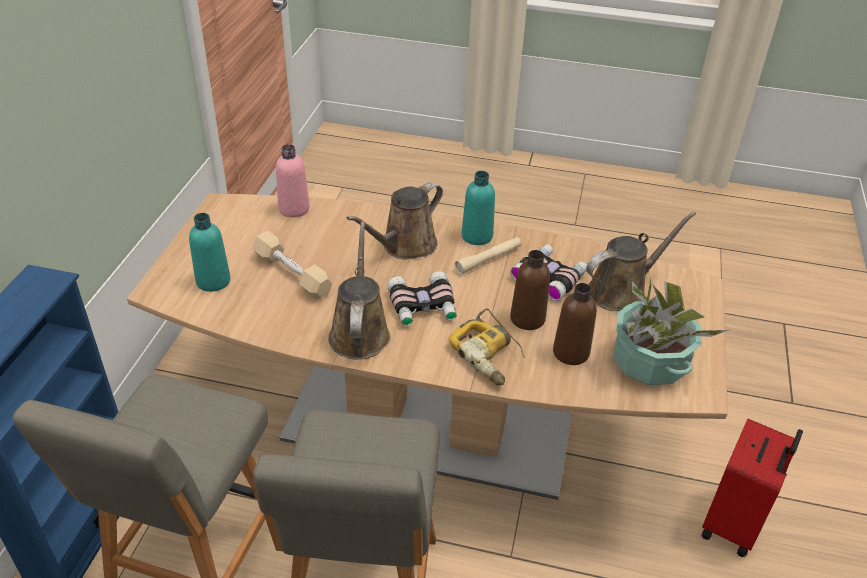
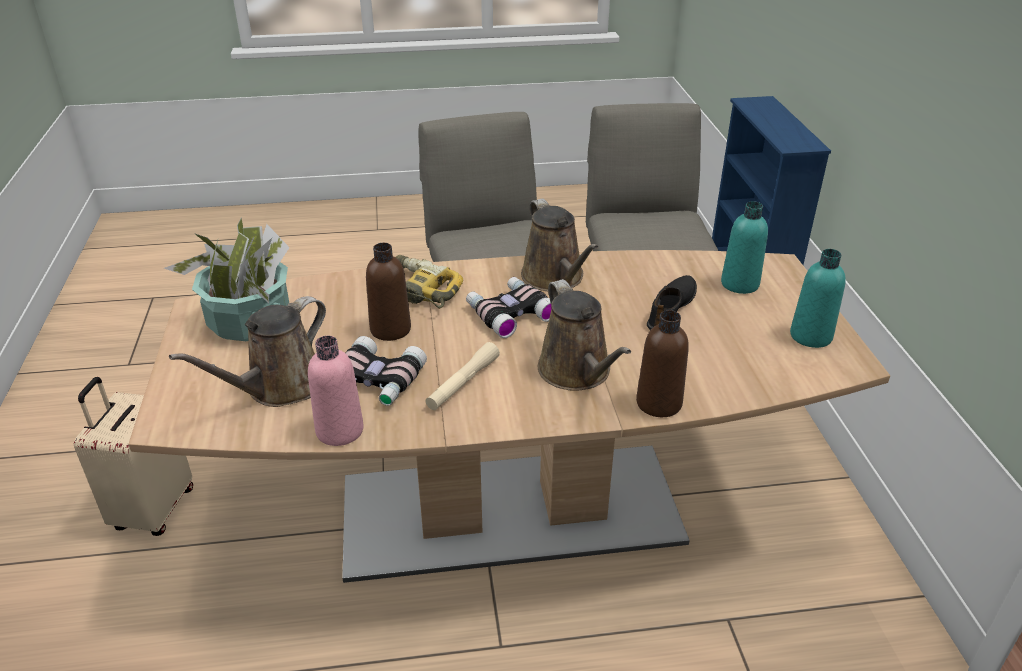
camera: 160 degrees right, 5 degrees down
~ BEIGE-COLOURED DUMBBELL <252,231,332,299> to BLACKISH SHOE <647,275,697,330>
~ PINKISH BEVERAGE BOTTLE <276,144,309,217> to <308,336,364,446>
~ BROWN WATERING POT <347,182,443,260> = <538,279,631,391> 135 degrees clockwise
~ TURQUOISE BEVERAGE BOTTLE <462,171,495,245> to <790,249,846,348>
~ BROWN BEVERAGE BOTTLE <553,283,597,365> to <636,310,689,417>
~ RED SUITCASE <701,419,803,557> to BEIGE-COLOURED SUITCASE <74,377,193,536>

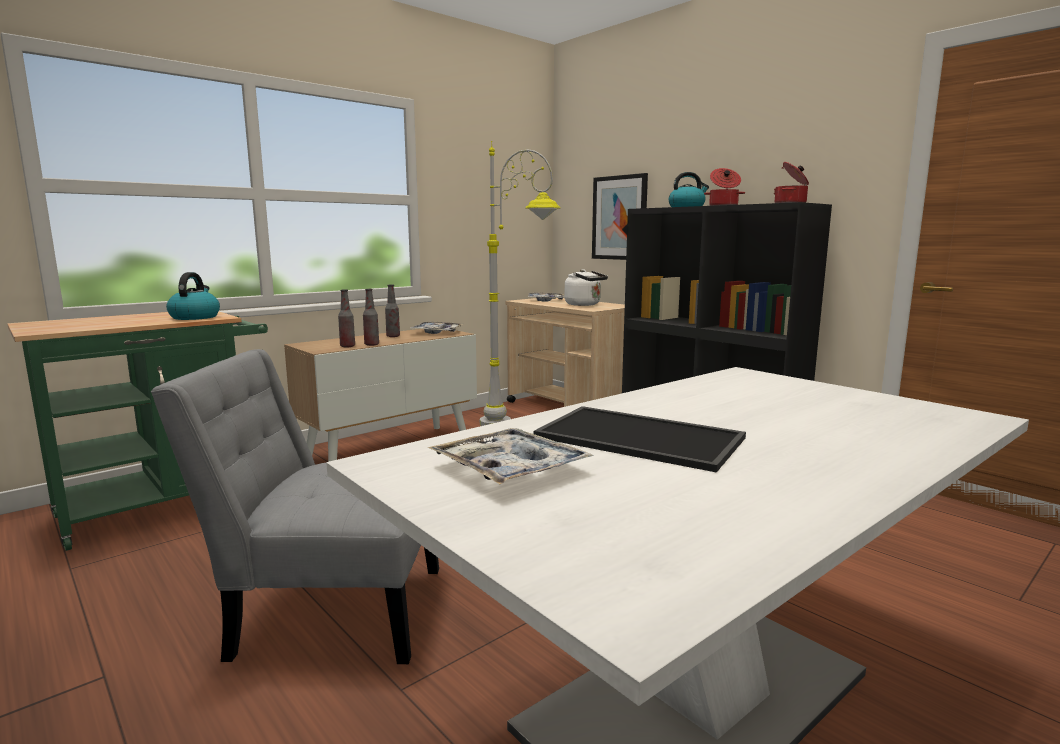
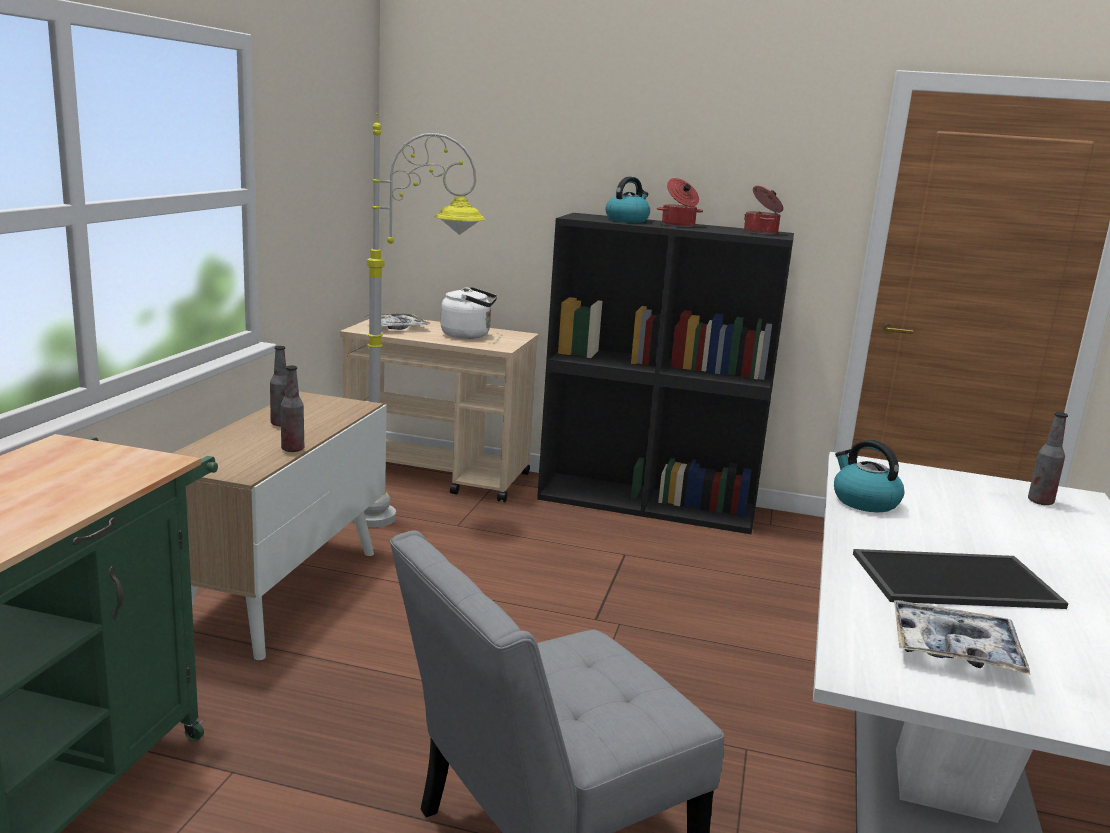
camera: 35 degrees left, 5 degrees up
~ WATER KETTLE <166,272,220,320> to <834,440,904,512>
~ BEVERAGE BOTTLE <338,289,355,348> to <1028,412,1068,505>
- TRAY <410,322,462,334>
- WALL PICTURE <592,173,648,260>

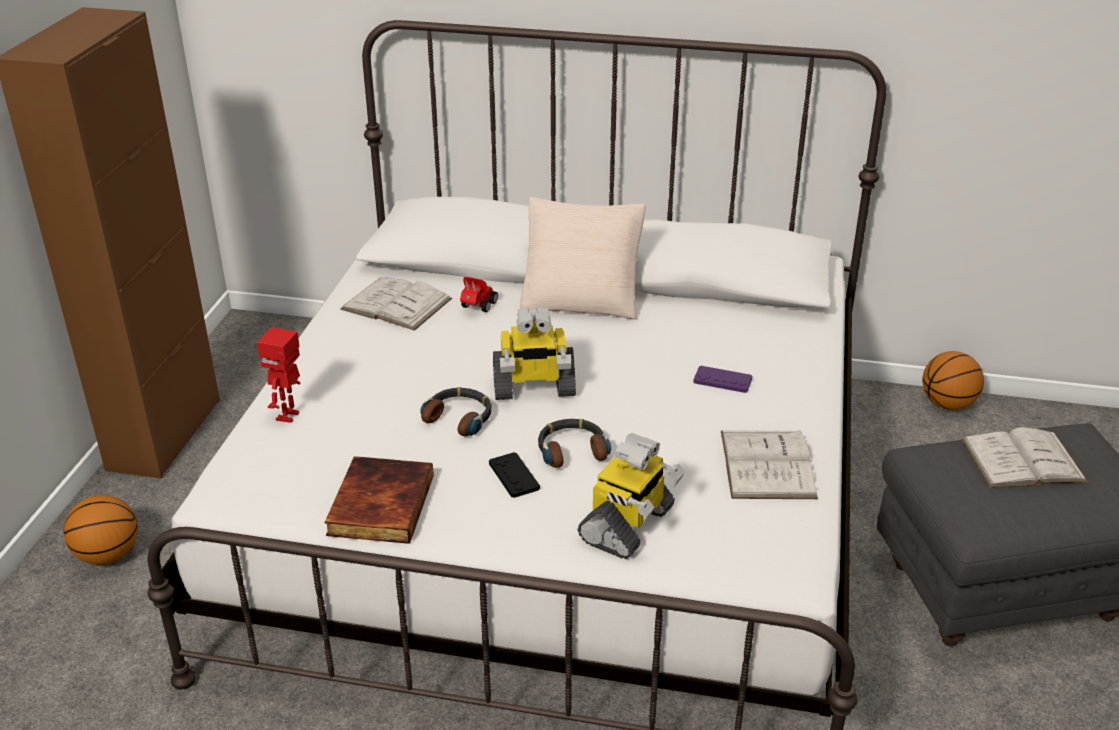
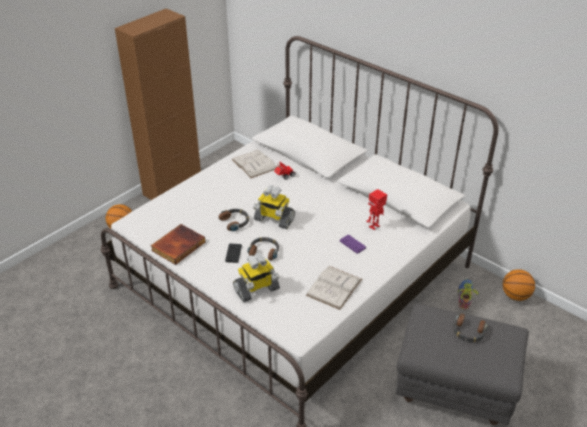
camera: 30 degrees right, 5 degrees up
~ ROBOT FIGURE <257,327,300,423> to <366,189,387,230>
- BEIGE-COLOURED THROW PILLOW <520,197,646,319>
~ WHITE-COLOURED BOOK <961,427,1089,488> to HEADSET <453,313,488,342>
+ SHOE <458,279,478,309>

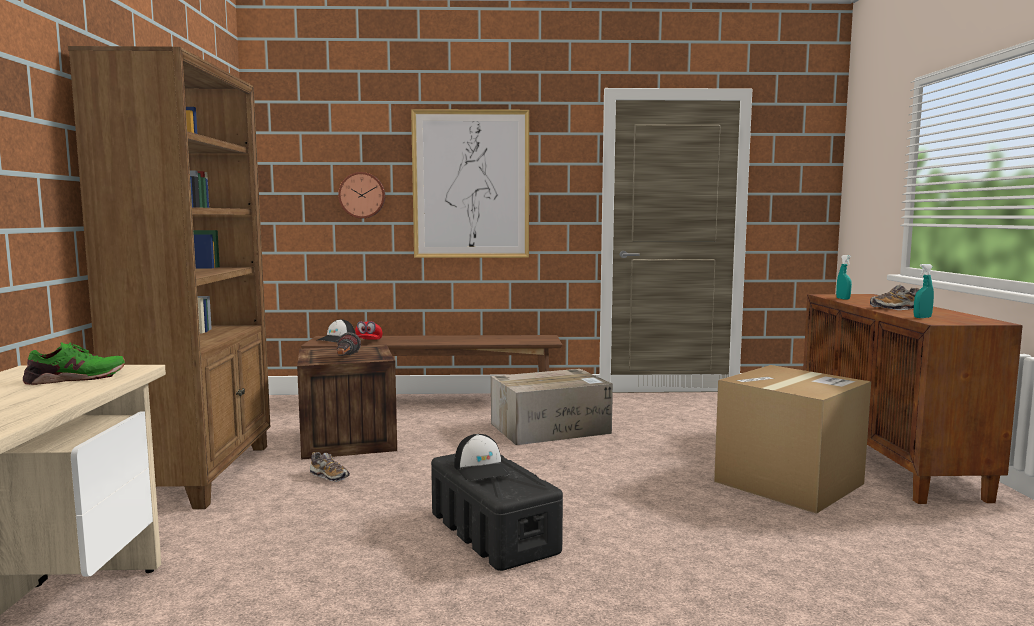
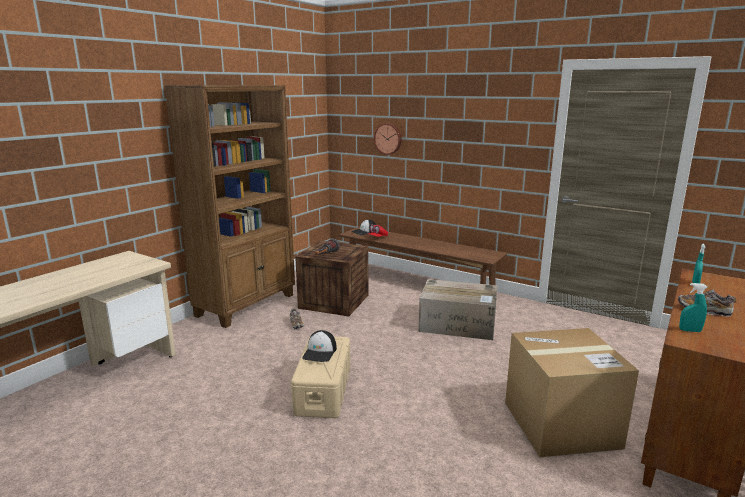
camera: 35 degrees right, 10 degrees up
- GREEN-COLOURED SHOE <23,342,125,385>
- WALL PICTURE <411,109,529,258>
~ BLACKISH STORAGE BOX <431,454,563,571> to BEIGE-COLOURED STORAGE BOX <291,337,350,418>

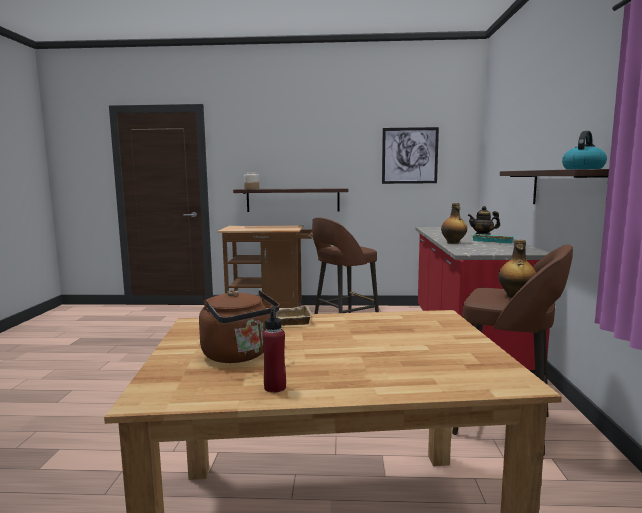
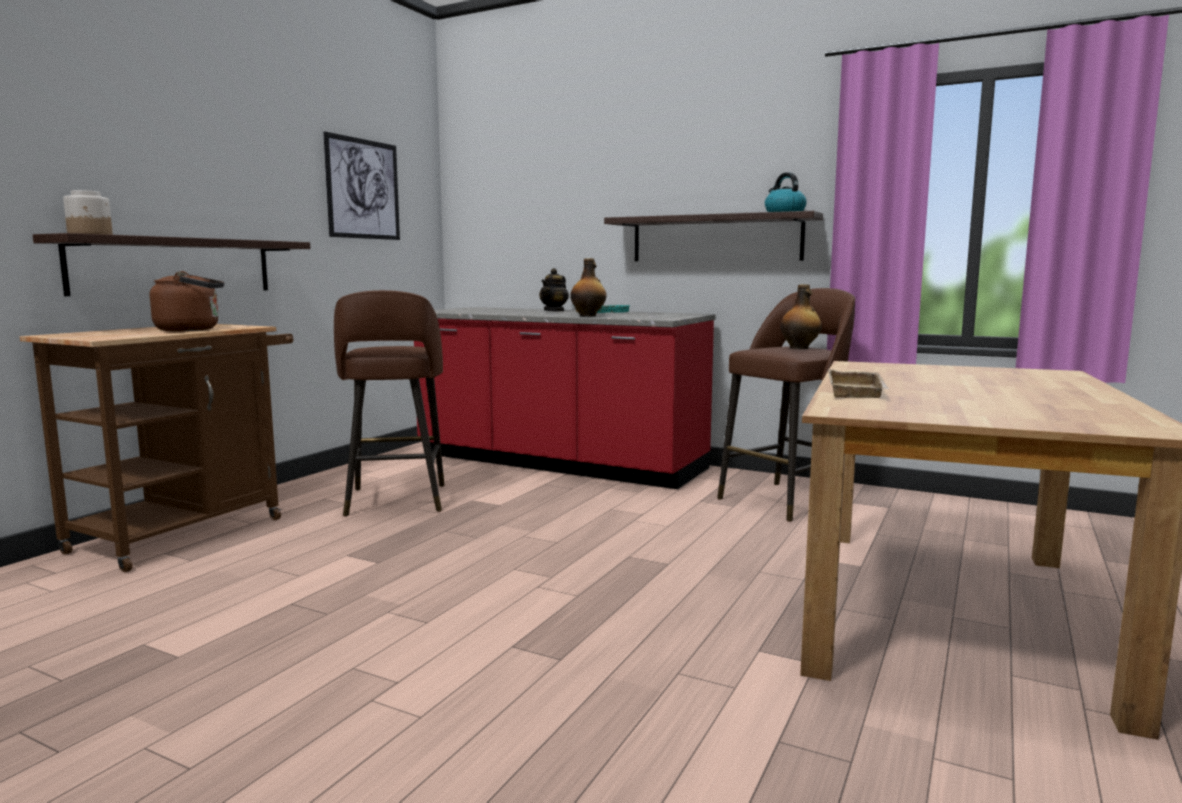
camera: 65 degrees left, 0 degrees up
~ BROWN WATER KETTLE <199,290,280,363> to <149,271,224,331>
- RED BEVERAGE BOTTLE <263,307,286,393>

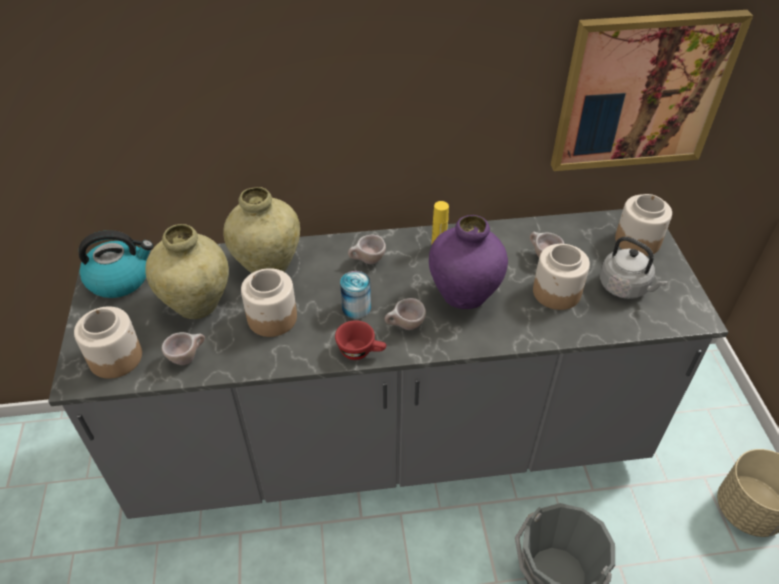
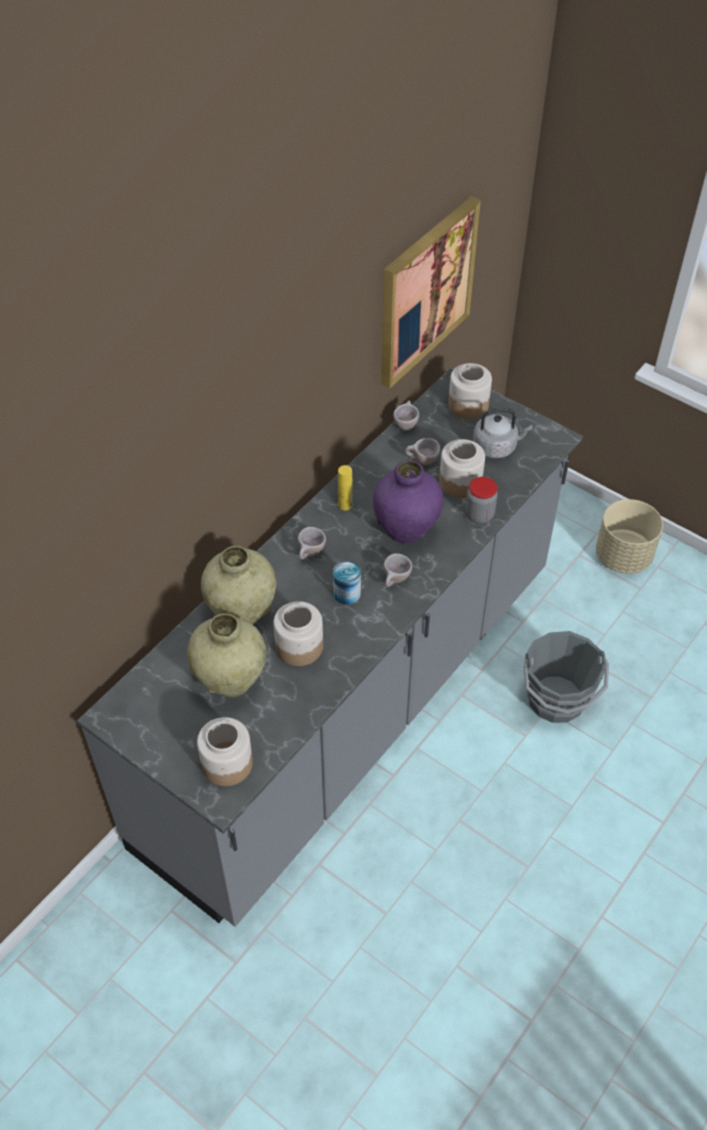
camera: 45 degrees left, 5 degrees up
- WATER KETTLE <79,230,153,298>
~ BEIGE-COLOURED CUP <162,332,205,365> to <393,400,419,430>
- RED CUP <335,320,386,360>
+ STORAGE JAR <466,477,498,524>

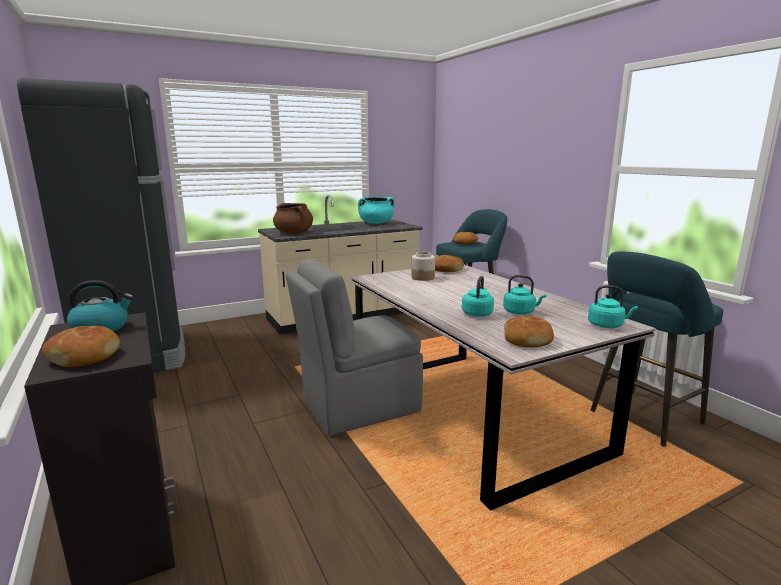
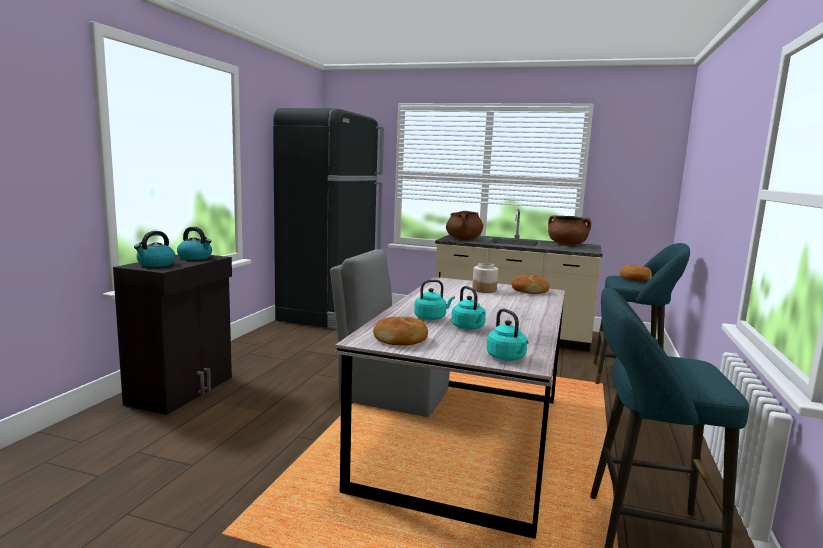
camera: 45 degrees right, 5 degrees down
~ BREAD <42,326,120,367> to WATER KETTLE <134,231,176,267>
~ TURQUOISE COOKING POT <358,197,395,224> to BROWN COOKING POT <548,215,591,245>

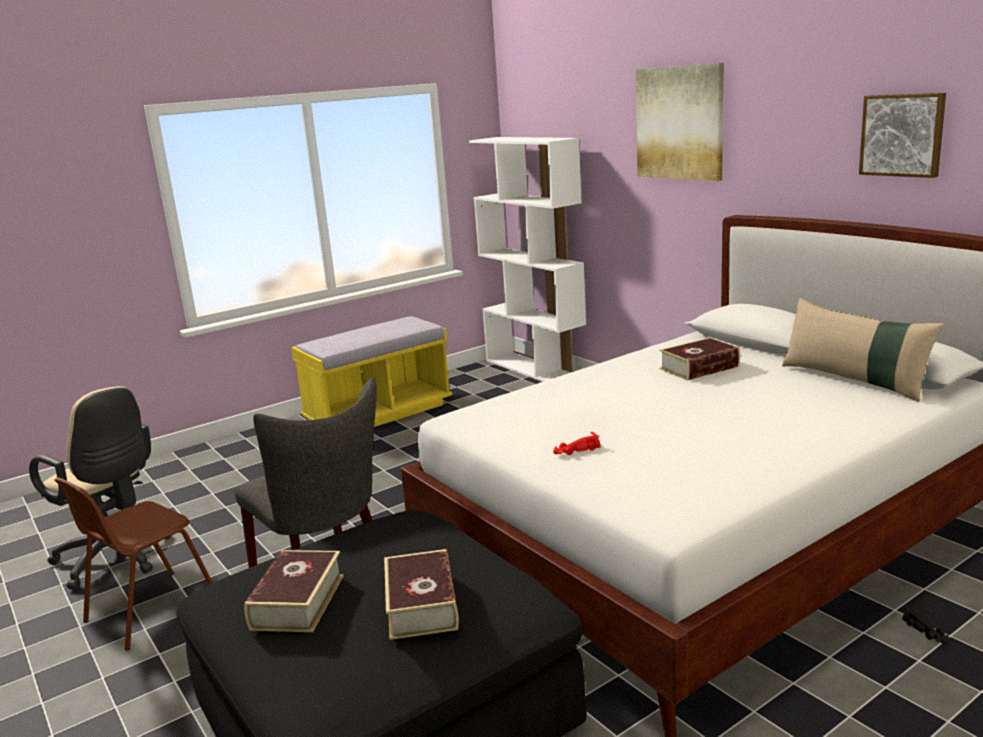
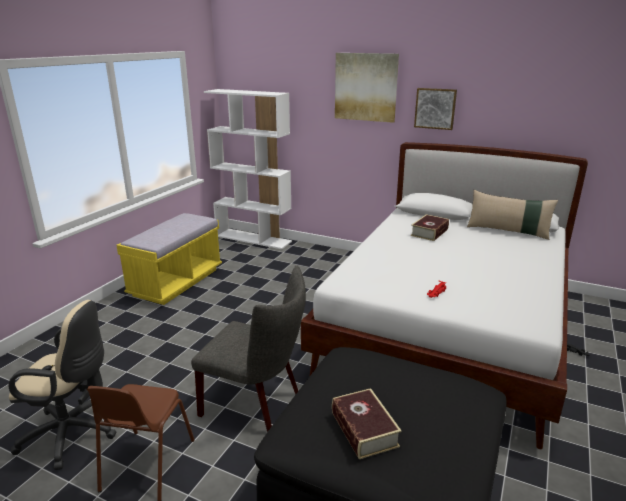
camera: 30 degrees left, 5 degrees up
- BOOK <384,549,459,640>
~ WALL PICTURE <859,93,946,178> to <414,88,457,130>

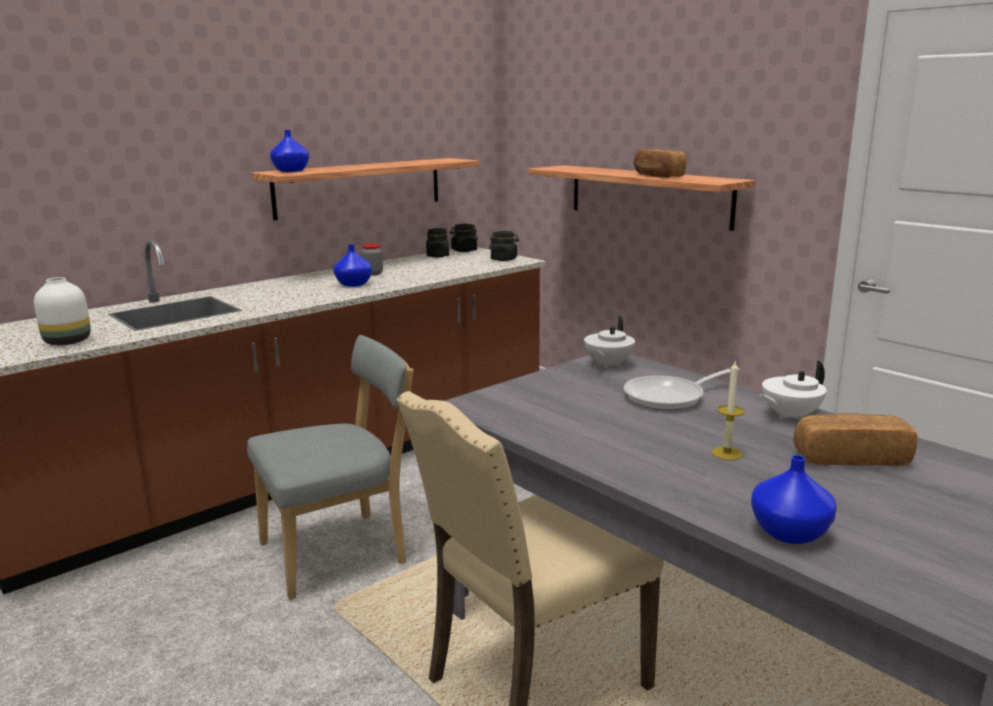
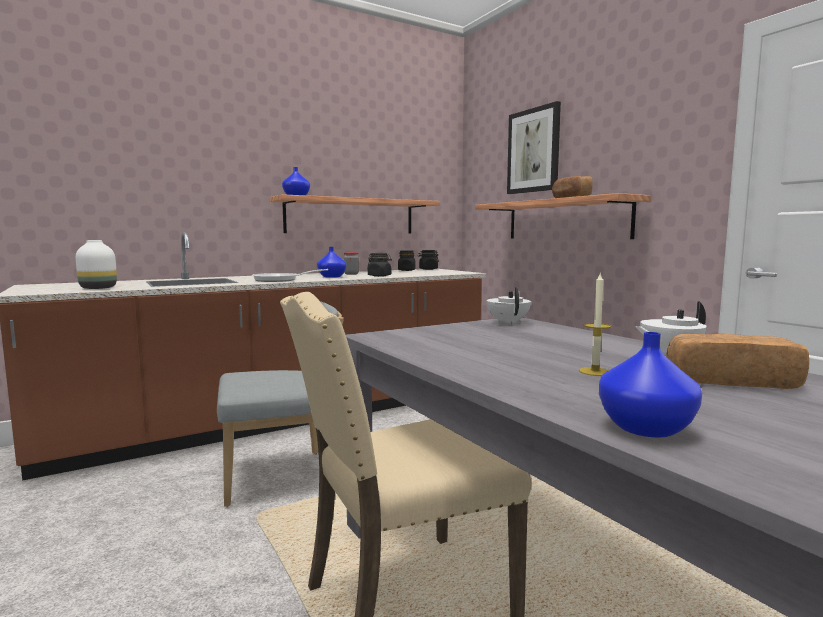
camera: 10 degrees right, 10 degrees down
~ BLACKISH STORAGE JAR <489,231,519,261> to <368,253,392,277>
~ WHITE-COLOURED TEAPOT <584,316,635,369> = <487,287,531,325> 135 degrees clockwise
~ PAN <623,368,740,410> to <252,269,328,282>
+ WALL PICTURE <507,101,561,194>

